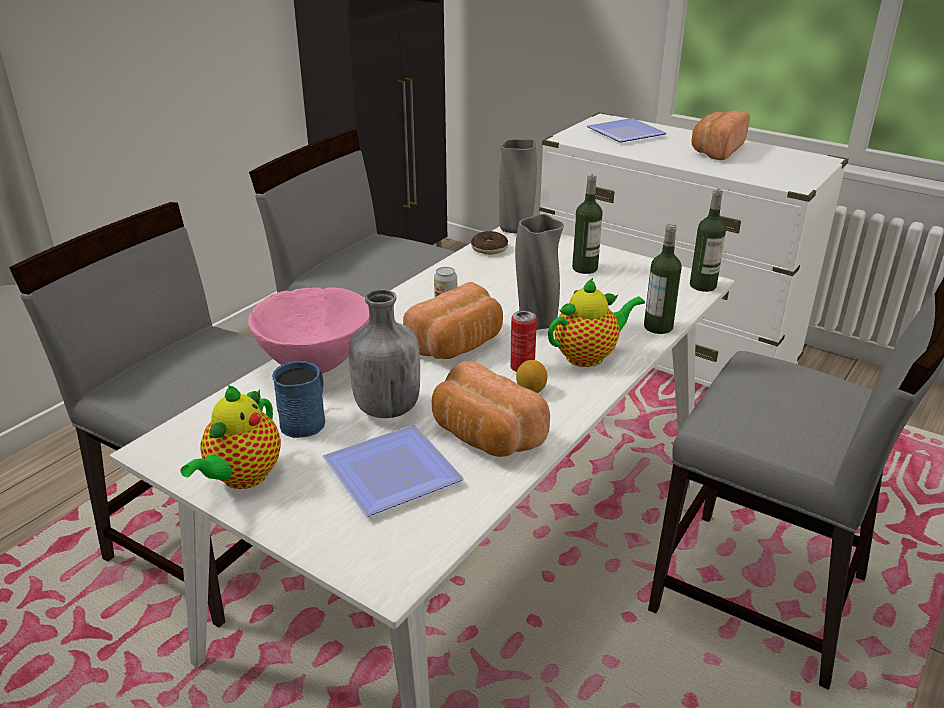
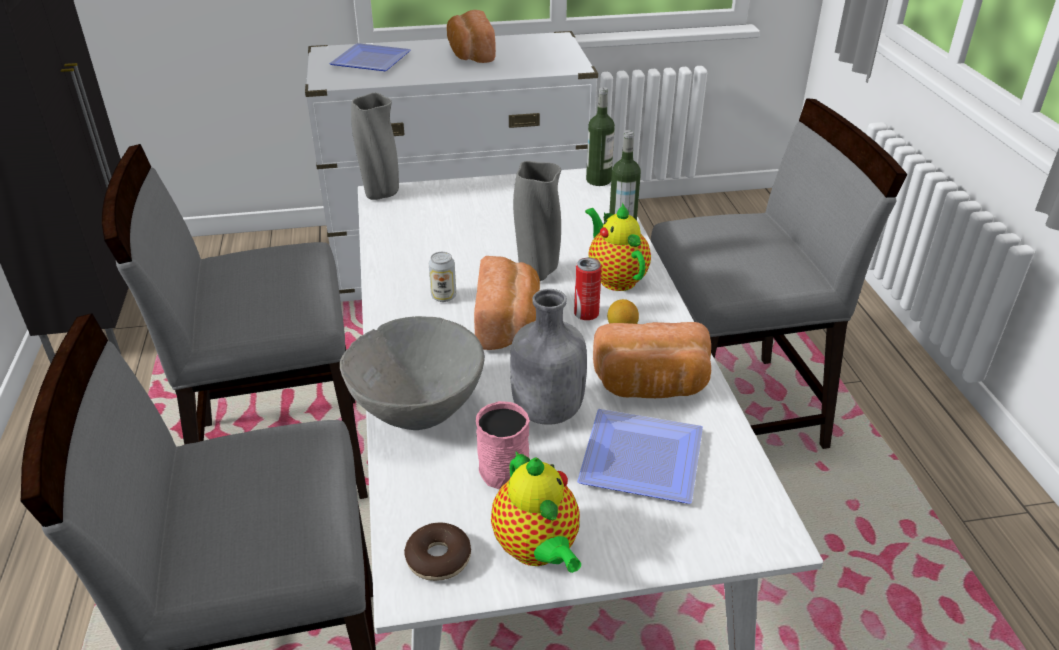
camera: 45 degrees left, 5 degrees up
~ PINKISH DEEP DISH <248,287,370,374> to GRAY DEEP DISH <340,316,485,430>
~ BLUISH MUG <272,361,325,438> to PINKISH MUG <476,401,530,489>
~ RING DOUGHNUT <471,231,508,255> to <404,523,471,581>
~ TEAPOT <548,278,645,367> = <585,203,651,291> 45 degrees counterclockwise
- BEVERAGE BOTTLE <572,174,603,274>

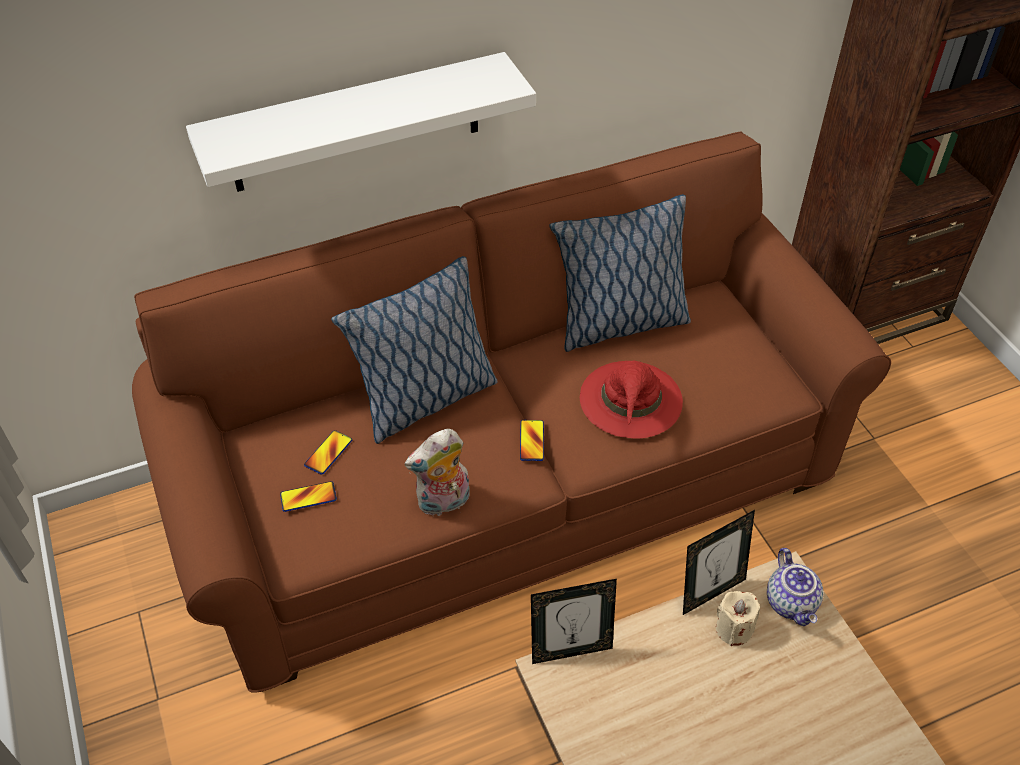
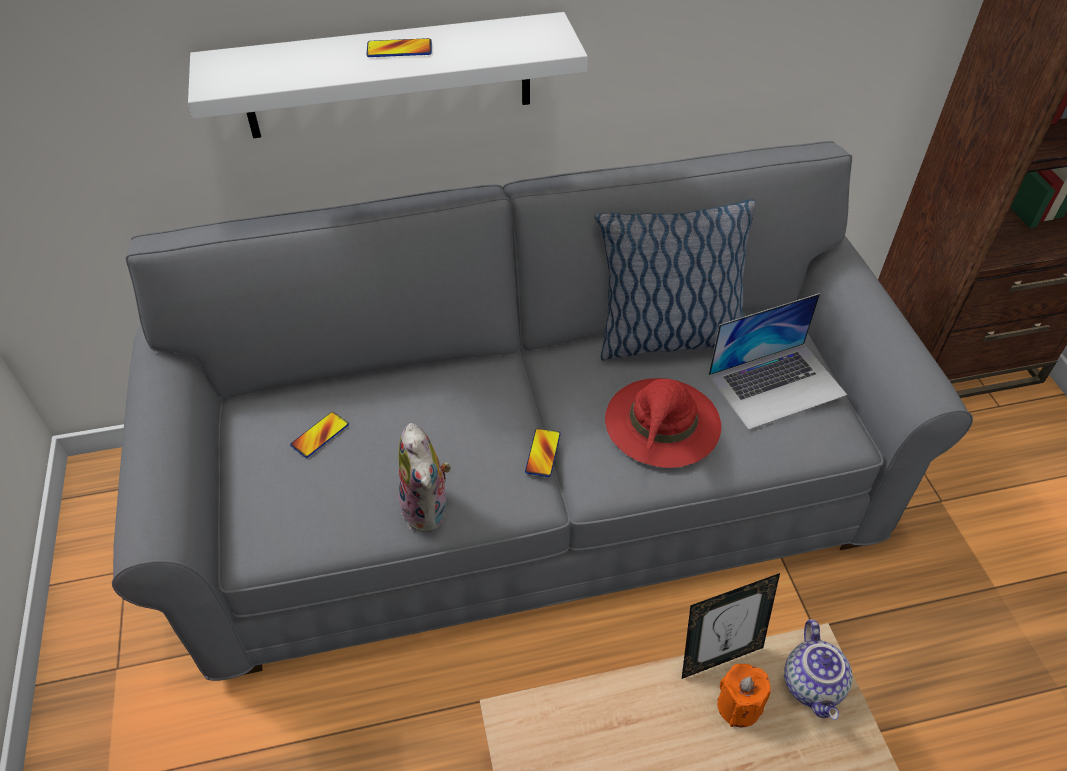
camera: 10 degrees right, 0 degrees up
~ BROWN SETTEE <132,132,891,692> to GRAY SETTEE <112,141,973,681>
~ PHONE <280,481,337,512> to <366,38,432,57>
- THROW PILLOW <331,256,498,444>
~ CUDDLY TOY <405,429,470,517> = <399,423,451,532> 90 degrees counterclockwise
- PICTURE FRAME <531,579,617,664>
~ BEIGE-COLOURED WAX LIGHT <716,591,760,646> to ORANGEY WAX LIGHT <717,664,771,727>
+ PORTABLE COMPUTER <708,293,847,430>

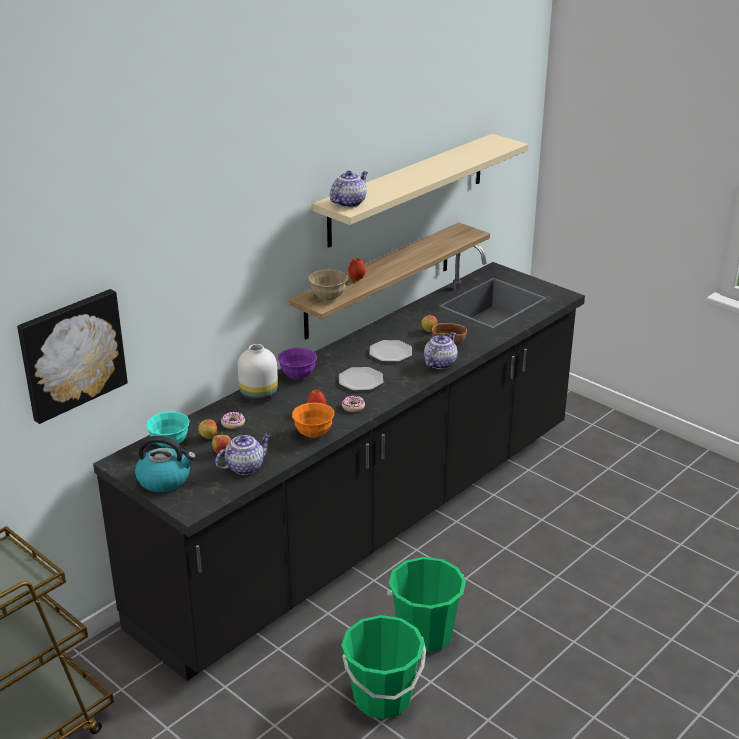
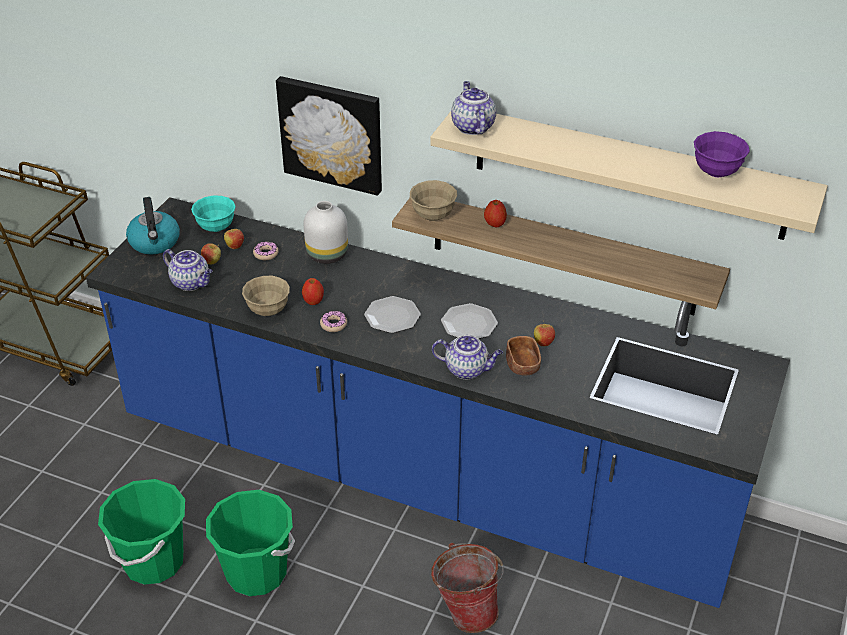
camera: 70 degrees right, 10 degrees up
~ WALL PICTURE <17,289,128,424> to <276,76,382,196>
~ BLACKISH KITCHEN COUNTER <93,244,585,681> to BLUISH KITCHEN COUNTER <86,197,790,608>
~ PURPLE-COLOURED DEEP DISH <278,348,317,380> to <694,131,750,178>
~ ORANGEY DEEP DISH <292,402,334,438> to BEIGE-COLOURED DEEP DISH <242,275,290,316>
~ TEAPOT <330,171,368,208> = <451,81,496,135> 120 degrees counterclockwise
+ WATER BUCKET <431,543,504,633>

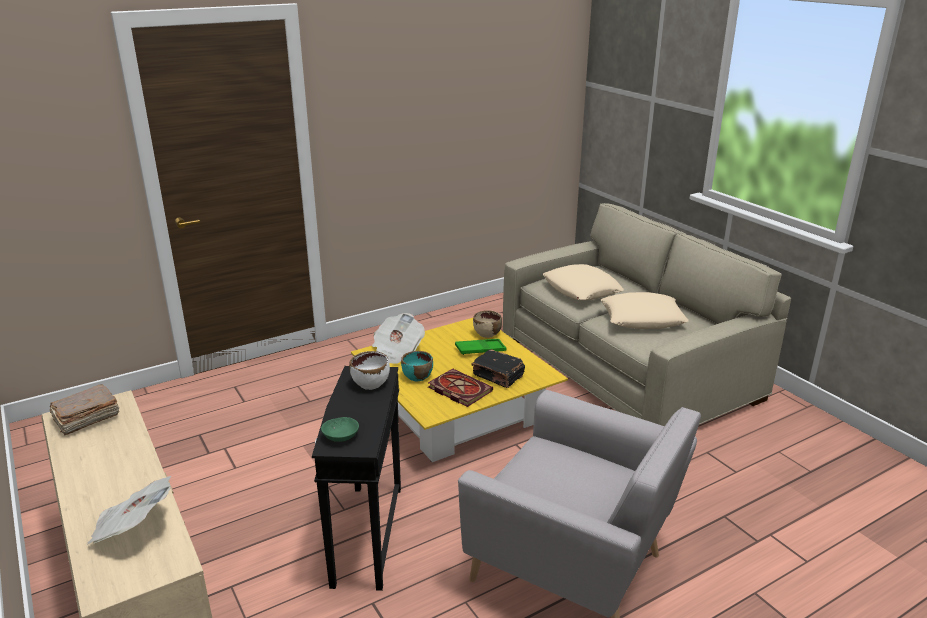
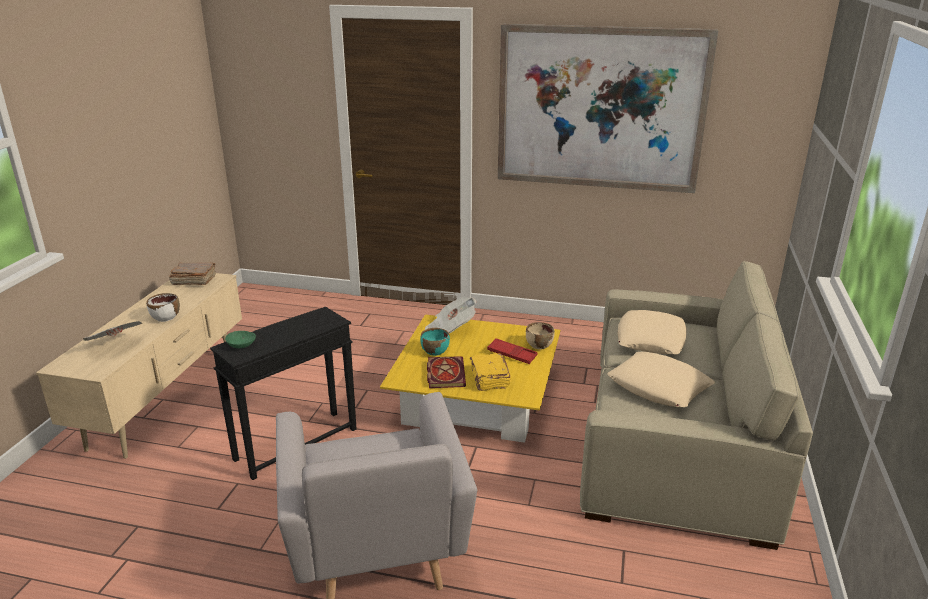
camera: 45 degrees right, 0 degrees up
~ WHITE-COLOURED DEEP DISH <349,351,390,390> to <146,293,180,322>
~ GREEN-COLOURED TRAY <455,339,507,355> to RED TRAY <487,338,537,364>
~ BLACKISH BOOK <471,349,525,388> to YELLOW BOOK <470,354,511,391>
+ WALL PICTURE <498,24,718,193>

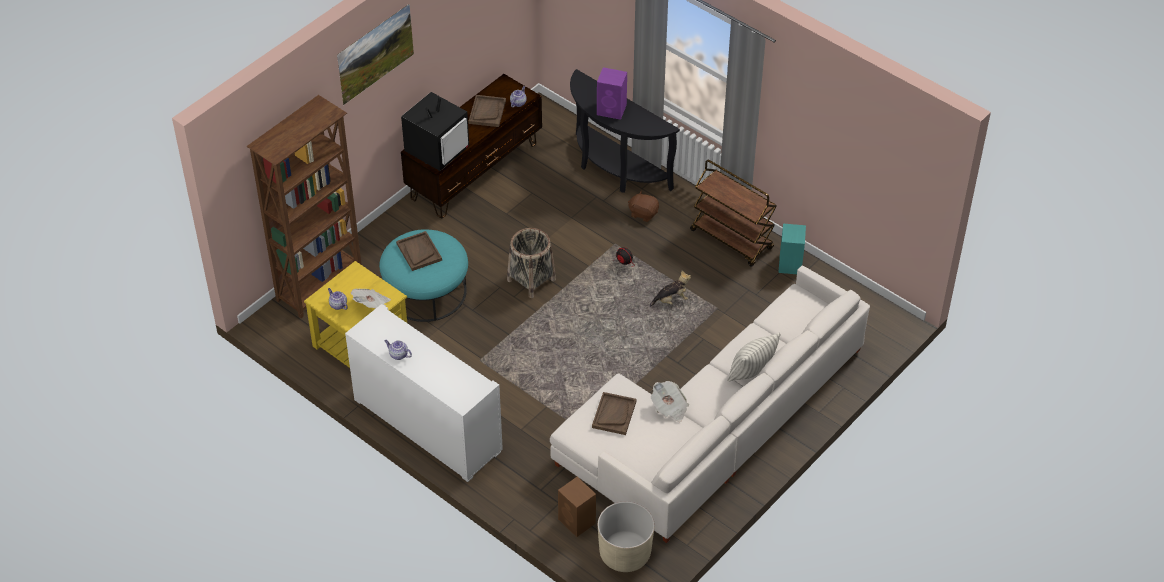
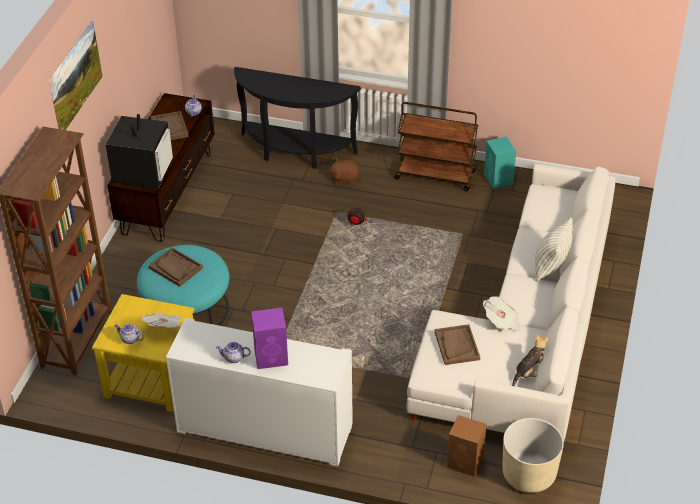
camera: 25 degrees left, 5 degrees down
- STORAGE BASKET <507,228,556,298>
~ PURPLE-COLOURED LOUDSPEAKER <597,67,627,120> to <251,308,288,369>
~ CUDDLY TOY <650,271,691,307> to <512,335,548,386>

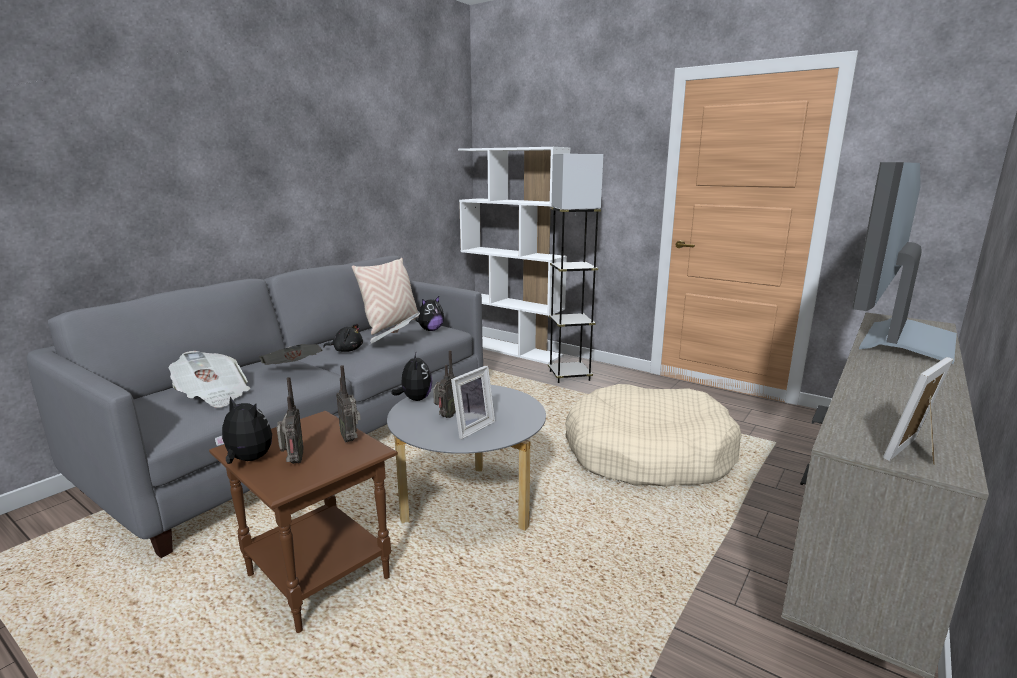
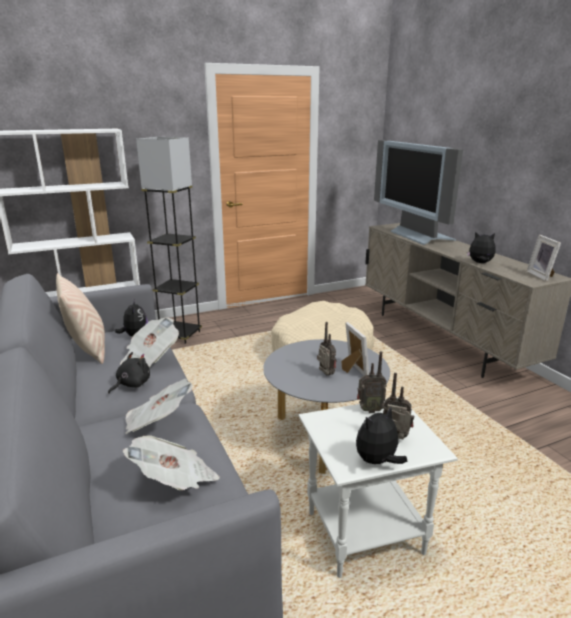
camera: 60 degrees left, 5 degrees up
~ BROWN SIDE TABLE <209,411,398,633> to WHITE-COLOURED SIDE TABLE <299,397,458,578>
~ CUDDLY TOY <391,352,432,401> to <467,231,496,263>

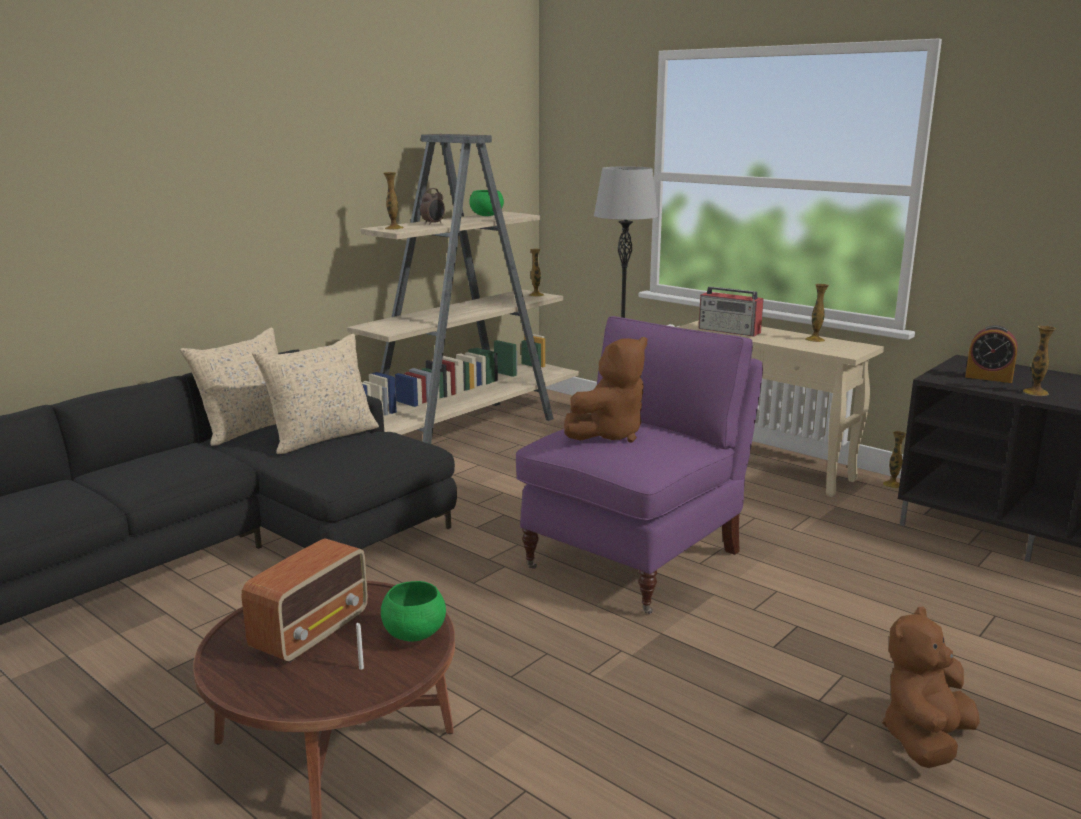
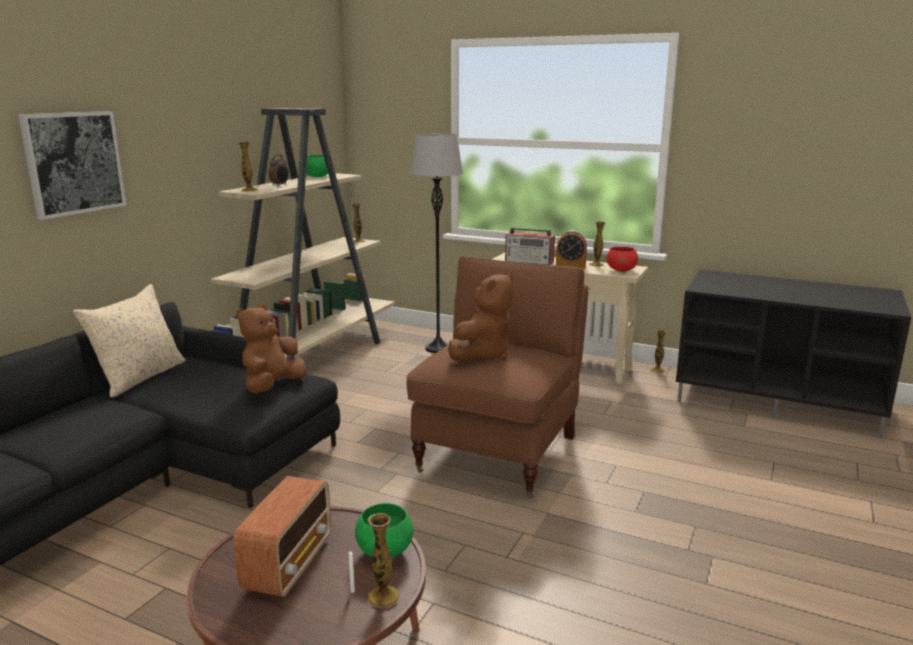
camera: 15 degrees left, 0 degrees up
- BEIGE-COLOURED THROW PILLOW <252,334,379,454>
~ PURPLE-COLOURED ARMCHAIR <516,316,763,614> to BROWN ARMCHAIR <406,256,588,498>
~ BROWN CUDDLY TOY <883,607,980,768> to <236,304,306,394>
~ ALARM CLOCK <965,325,1018,383> to <556,230,587,269>
~ DECORATIVE VASE <1023,326,1056,396> to <368,513,399,608>
+ WALL PICTURE <18,111,126,220>
+ RED DEEP DISH <606,247,638,272>

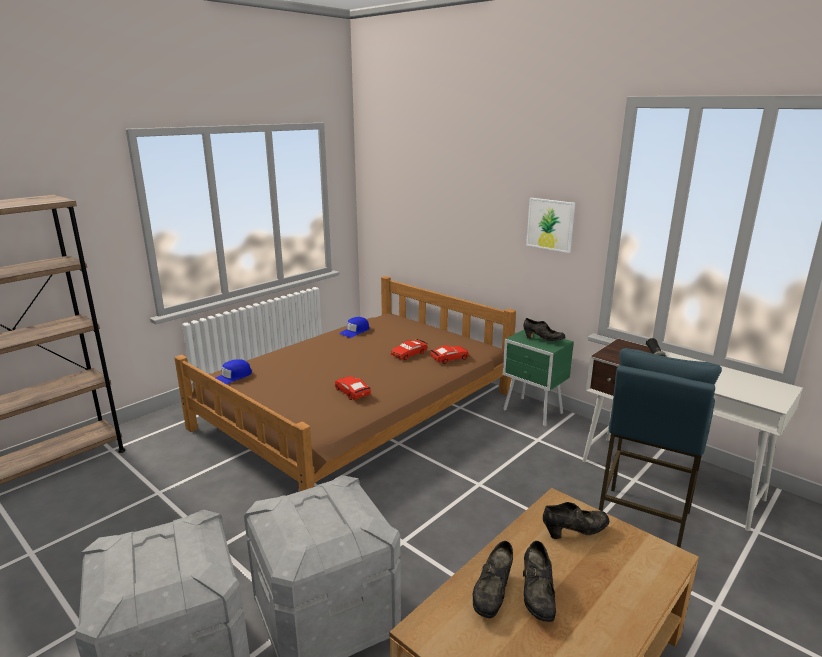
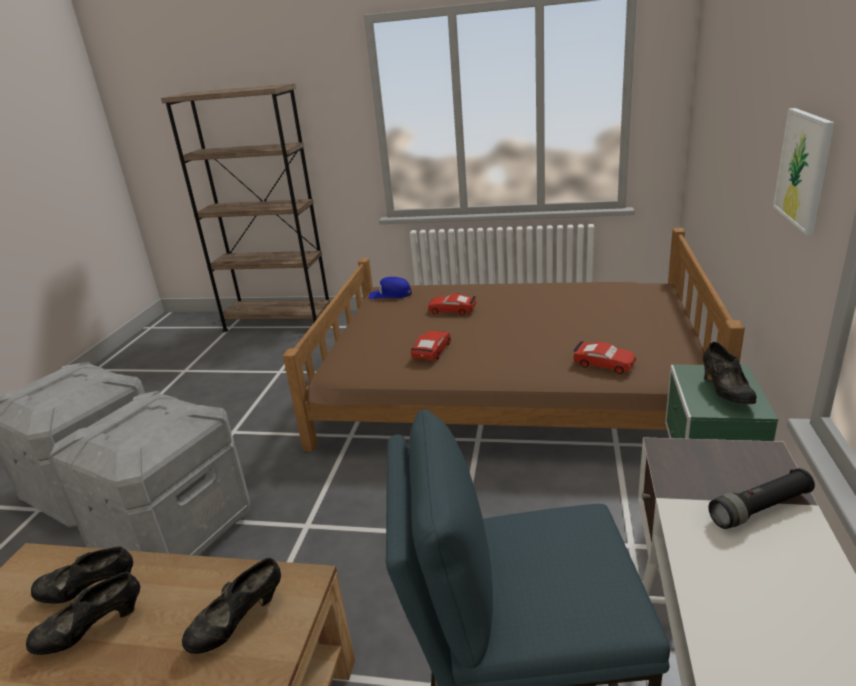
camera: 60 degrees right, 5 degrees up
- BLUISH CAP <339,317,369,338>
~ RED TOY CAR <391,339,427,360> to <428,293,477,315>
~ BLACKISH SHOE <543,502,610,539> = <182,558,281,654> 90 degrees clockwise

